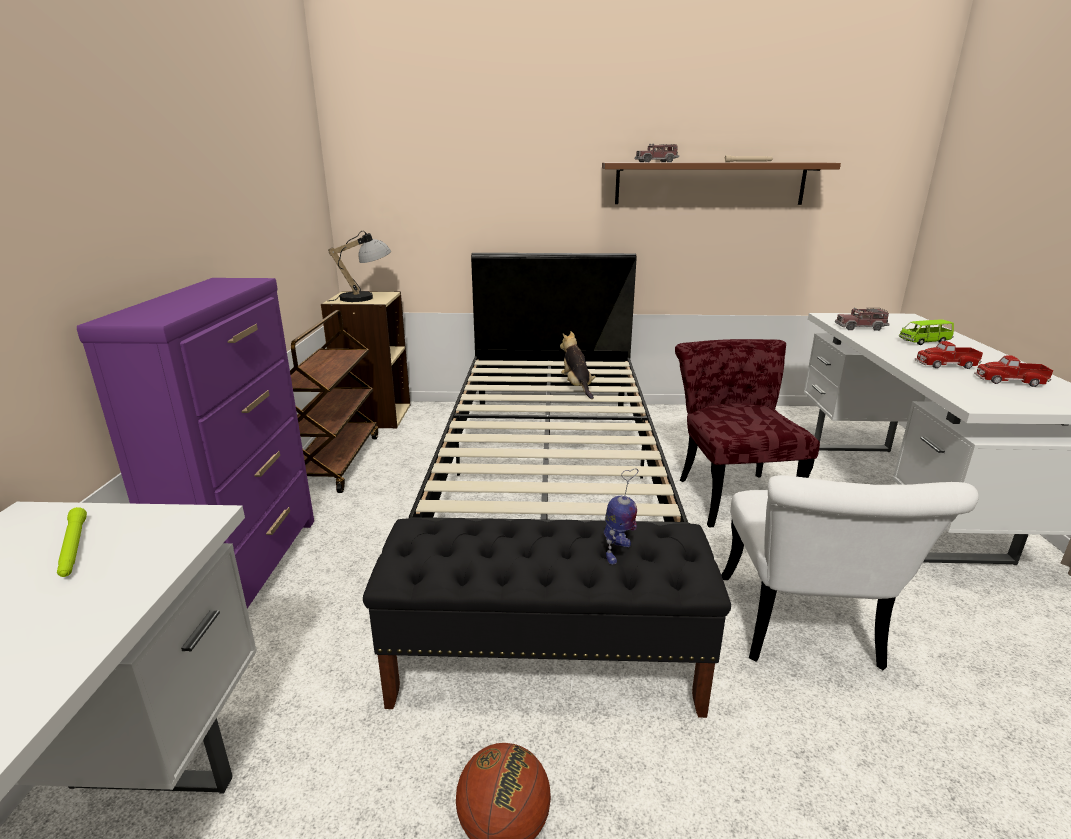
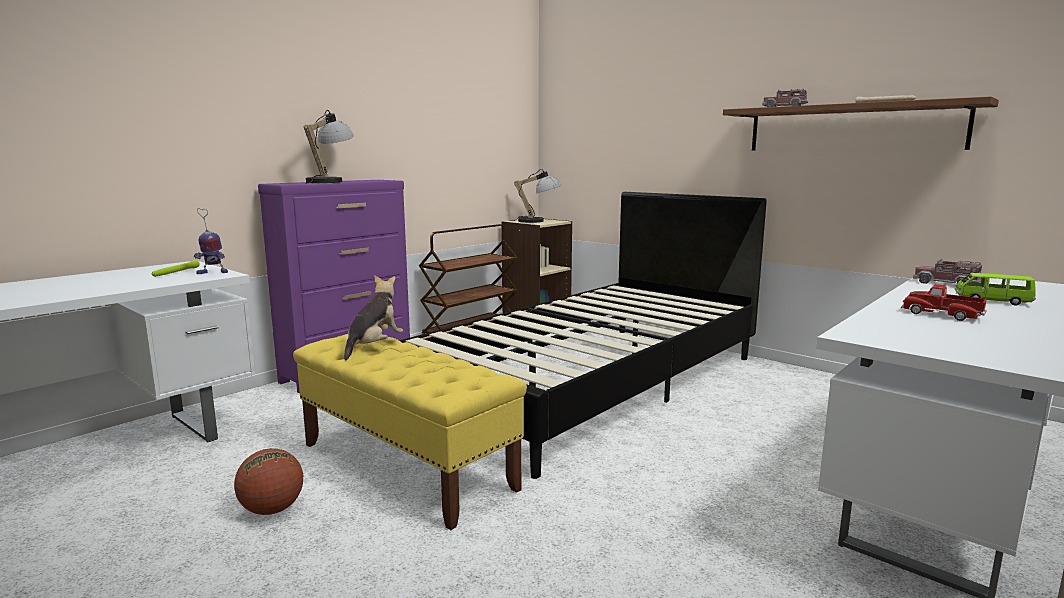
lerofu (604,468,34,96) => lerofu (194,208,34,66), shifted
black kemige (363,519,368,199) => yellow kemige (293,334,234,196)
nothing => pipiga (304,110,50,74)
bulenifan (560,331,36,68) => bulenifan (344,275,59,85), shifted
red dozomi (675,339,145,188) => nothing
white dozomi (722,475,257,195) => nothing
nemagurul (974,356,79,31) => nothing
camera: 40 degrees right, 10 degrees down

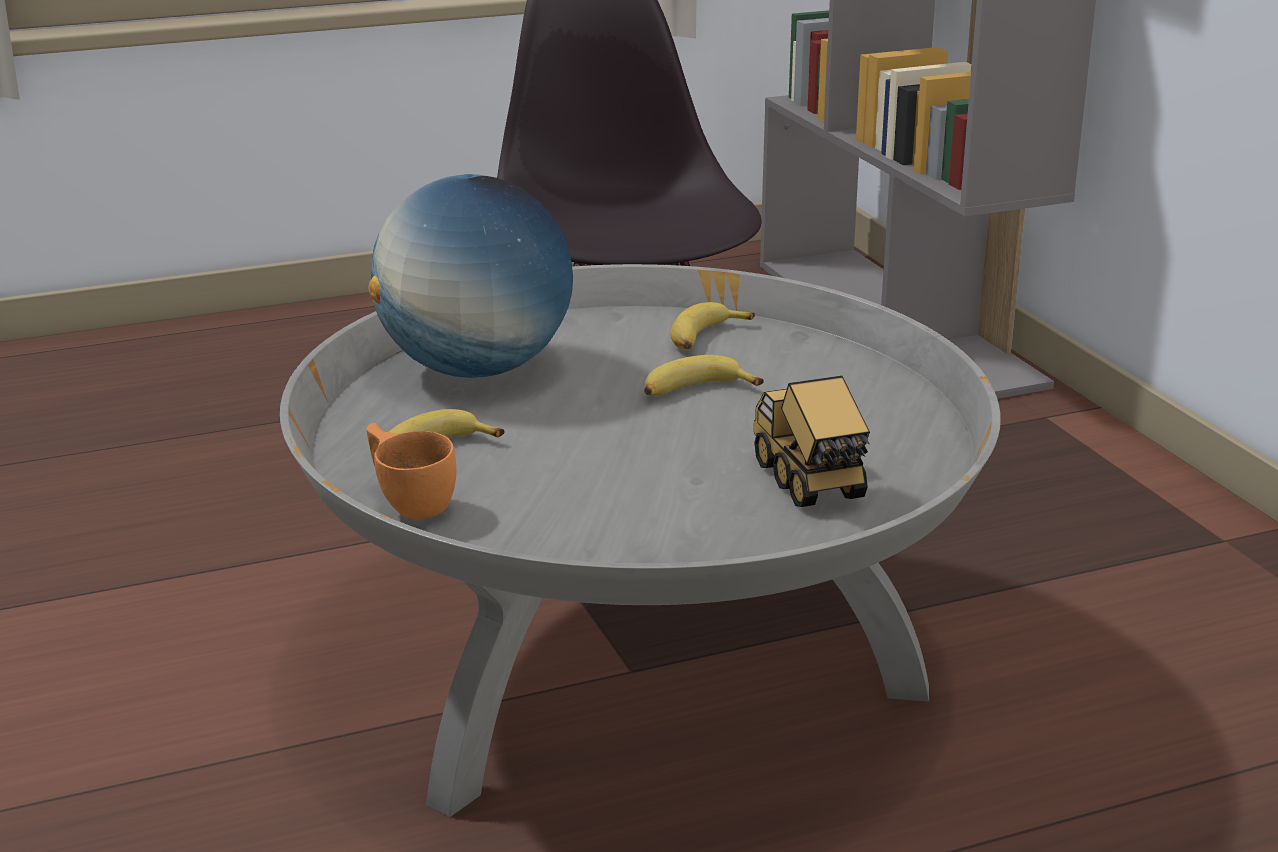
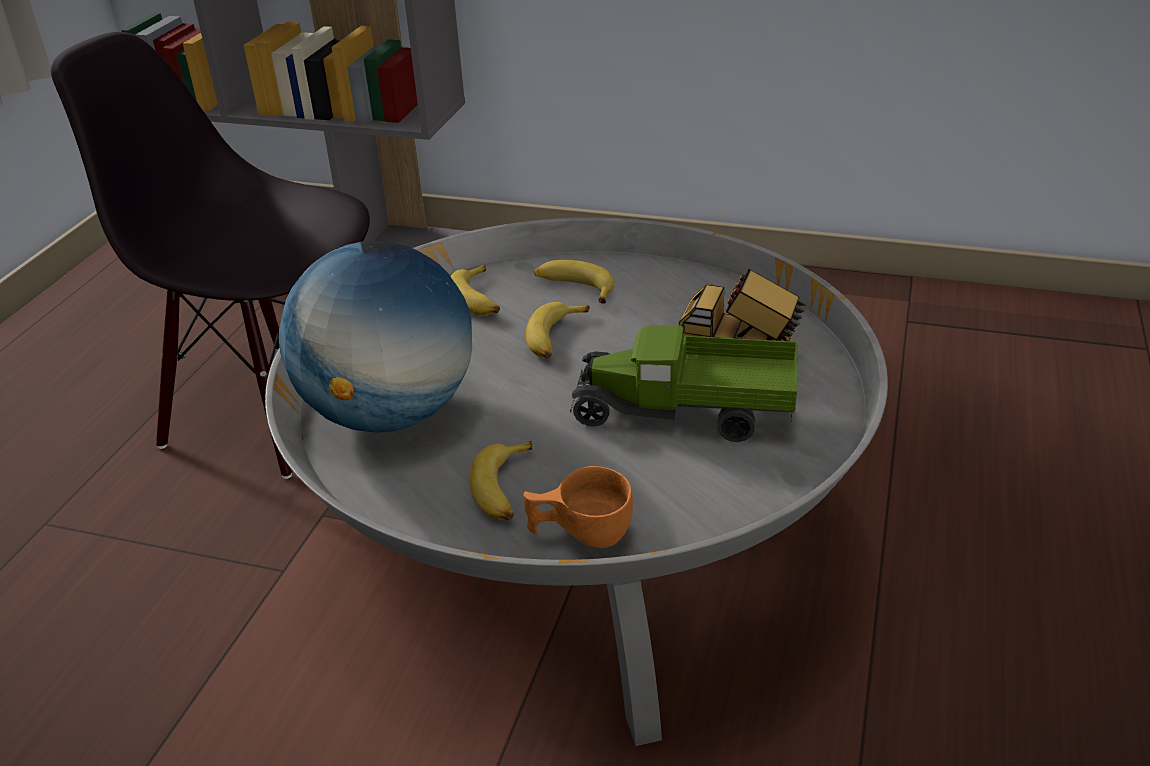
nothing => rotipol (534,260,81,44)
nothing => nemagurul (570,325,228,117)
camera: 50 degrees left, 10 degrees up

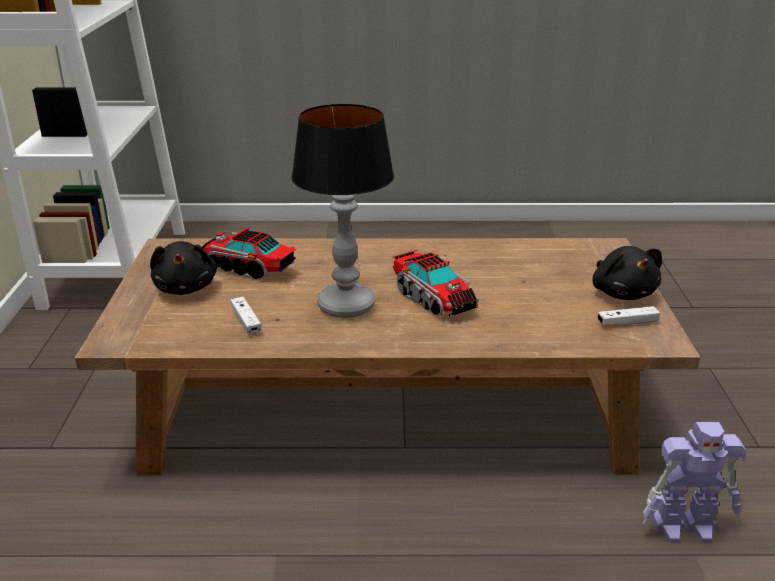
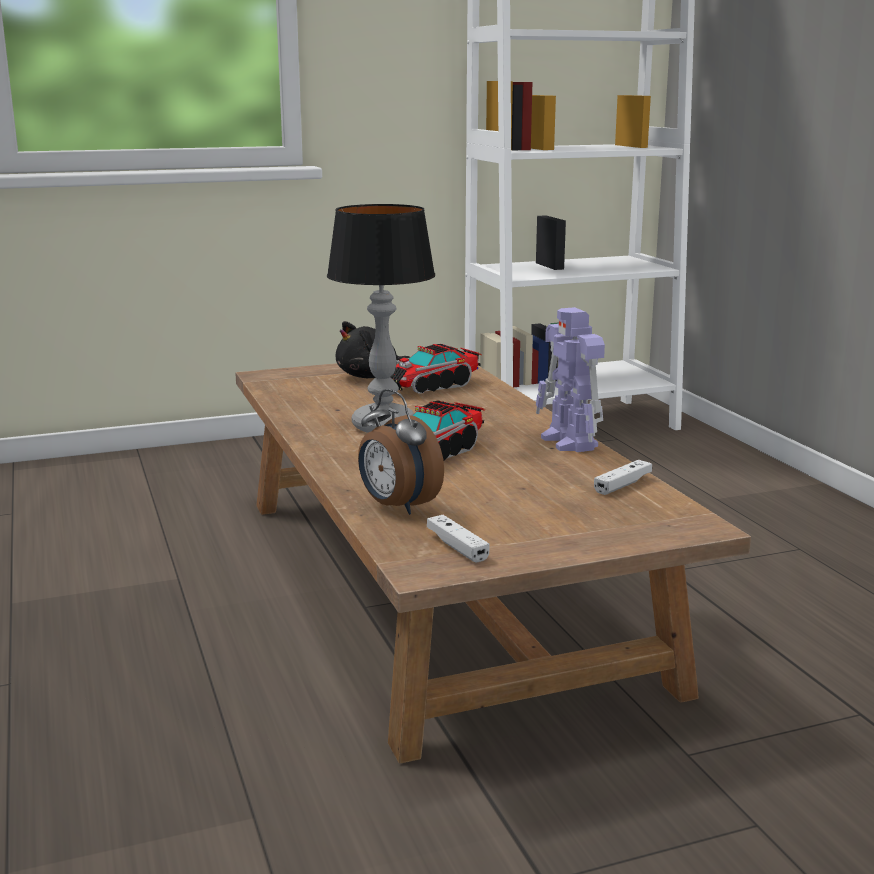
nothing => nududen (358,389,86,126)
nemagurul (202,228,94,52) => nemagurul (391,344,91,50), 135 degrees counterclockwise
lerofu (643,422,104,120) => lerofu (536,307,69,145), shifted
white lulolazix (230,297,31,39) => white lulolazix (594,460,58,35), shifted
black bulenifan (592,246,70,54) => nothing
camera: 70 degrees right, 10 degrees down

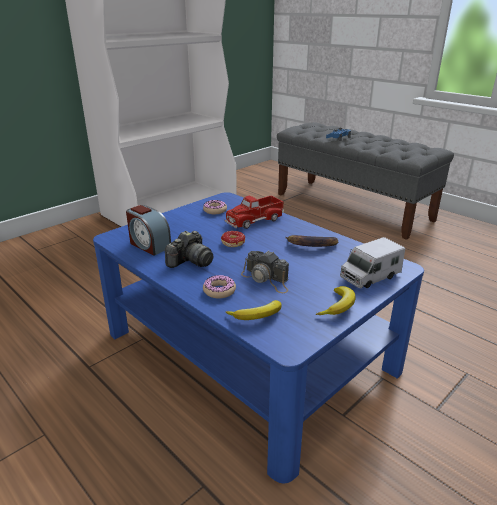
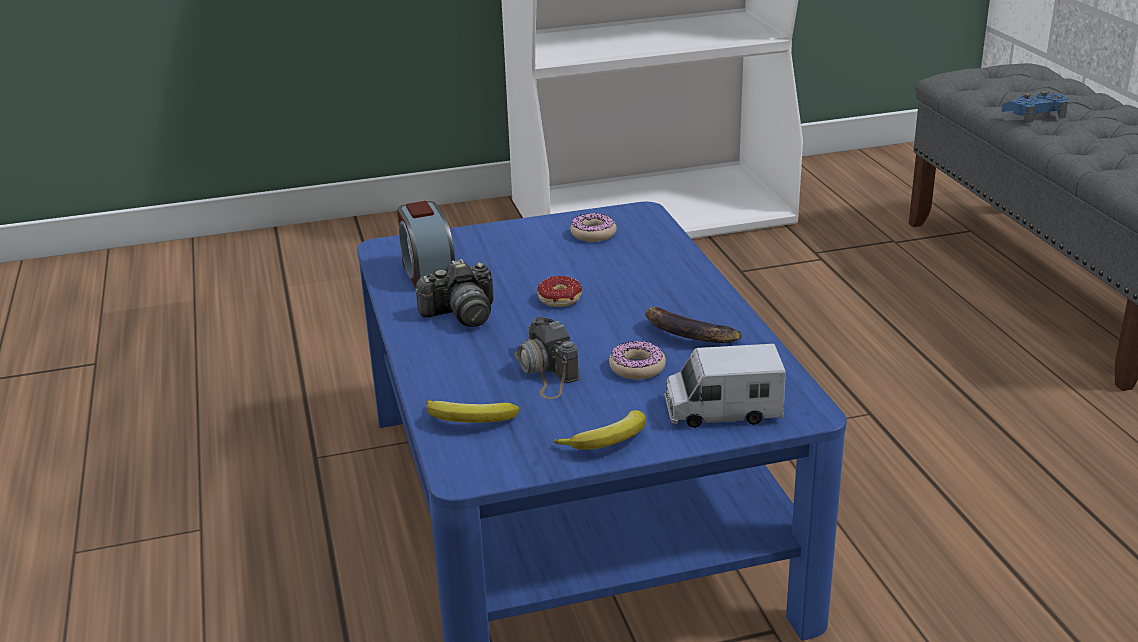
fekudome (203,275,33,24) => fekudome (609,340,57,40), shifted
nemagurul (225,196,59,33) => nothing
camera: 30 degrees right, 0 degrees up

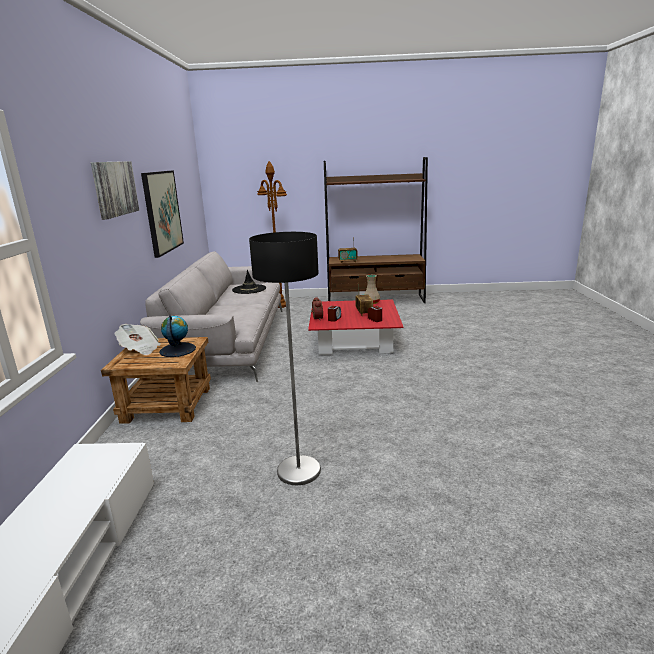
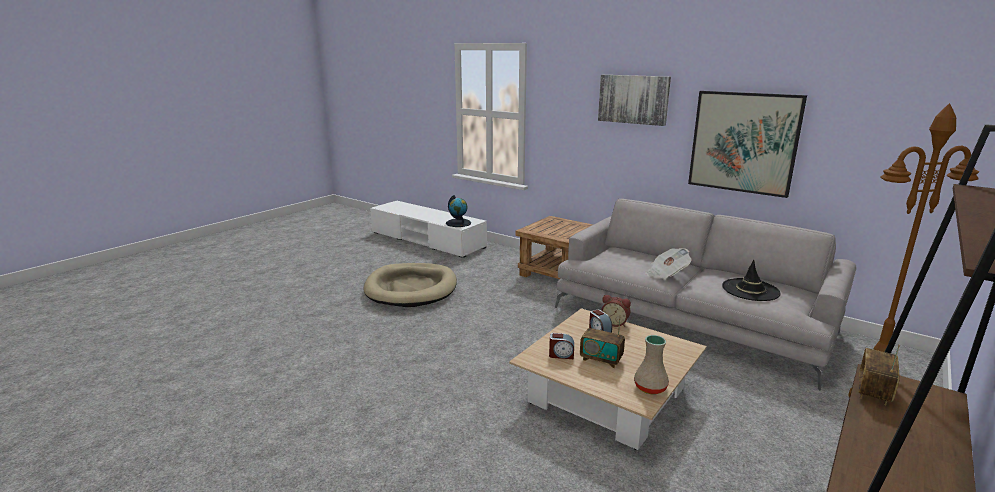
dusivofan (249,232,72,253) => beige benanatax (363,263,94,44)
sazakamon (159,315,37,42) => sazakamon (446,195,25,32), shifted
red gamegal (308,299,96,56) => beige gamegal (509,308,198,142)
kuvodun (115,324,46,31) => kuvodun (645,248,47,31), shifted
camera: 125 degrees right, 0 degrees up

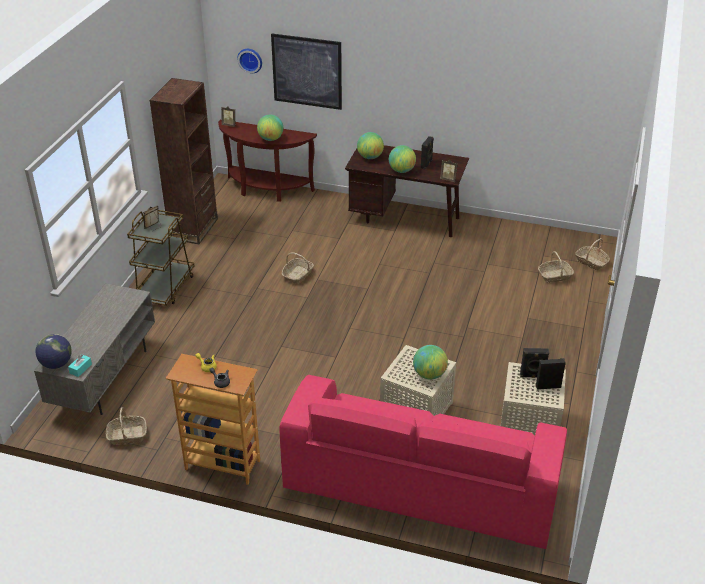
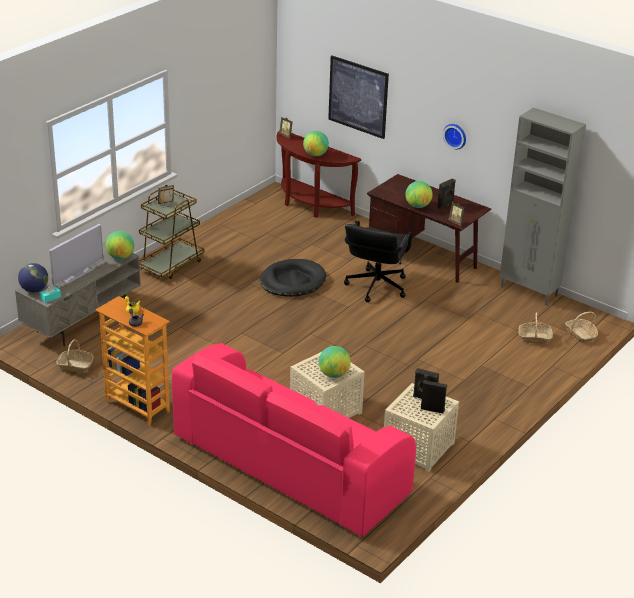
nothing => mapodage (49,224,54,62)
sazakamon (357,132,27,27) => sazakamon (105,231,29,28), shifted
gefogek (282,252,32,32) => black benanatax (260,259,66,38)
nothing => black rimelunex (344,221,68,81)
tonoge (237,49,25,24) => tonoge (443,124,23,26), shifted
nothing => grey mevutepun (500,108,86,198)
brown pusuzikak (149,78,69,166) => nothing
camera: 20 degrees right, 5 degrees down

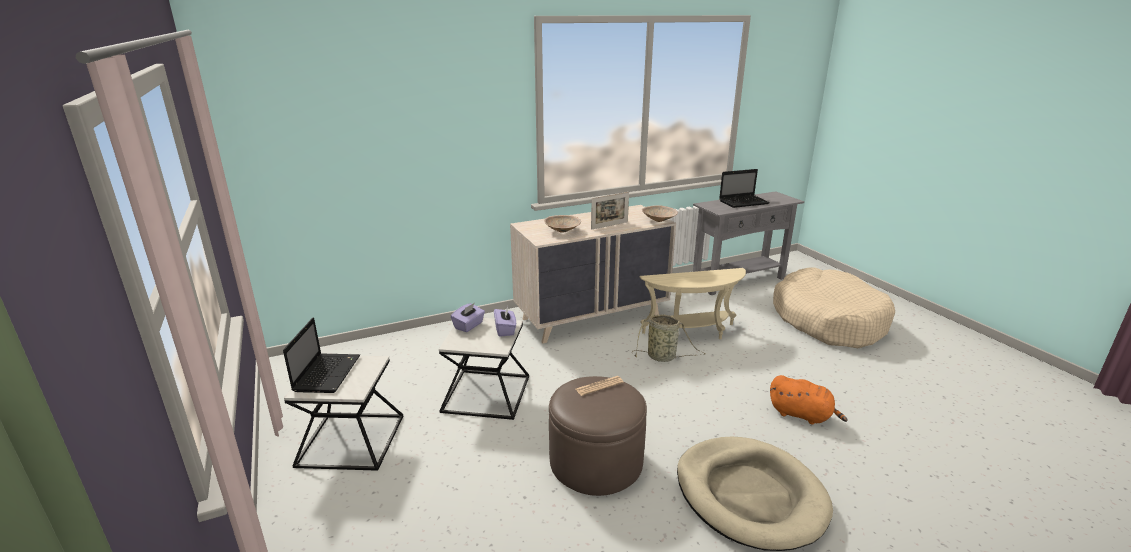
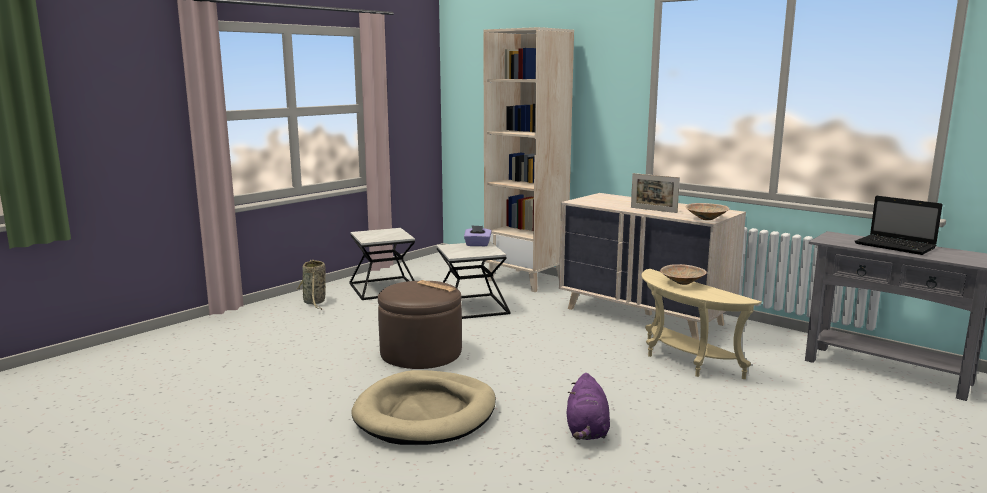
gefogek (632,314,74,48) => gefogek (297,259,29,51), shifted
nothing => beige pusuzikak (483,27,91,265)
orange bulenifan (770,375,78,50) => purple bulenifan (566,373,44,67)
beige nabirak (544,215,37,17) => beige nabirak (660,264,47,21), shifted
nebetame (283,318,77,75) => nothing
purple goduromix (494,306,22,31) => nothing
beige benanatax (773,268,122,80) => nothing
camera: 65 degrees right, 10 degrees down

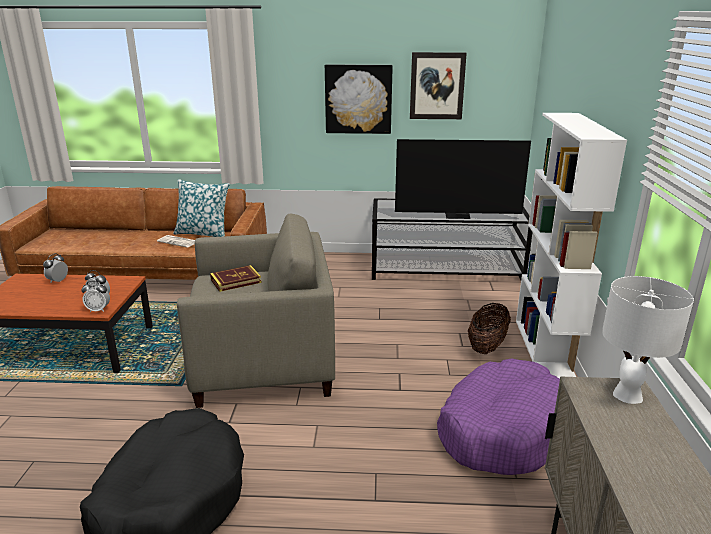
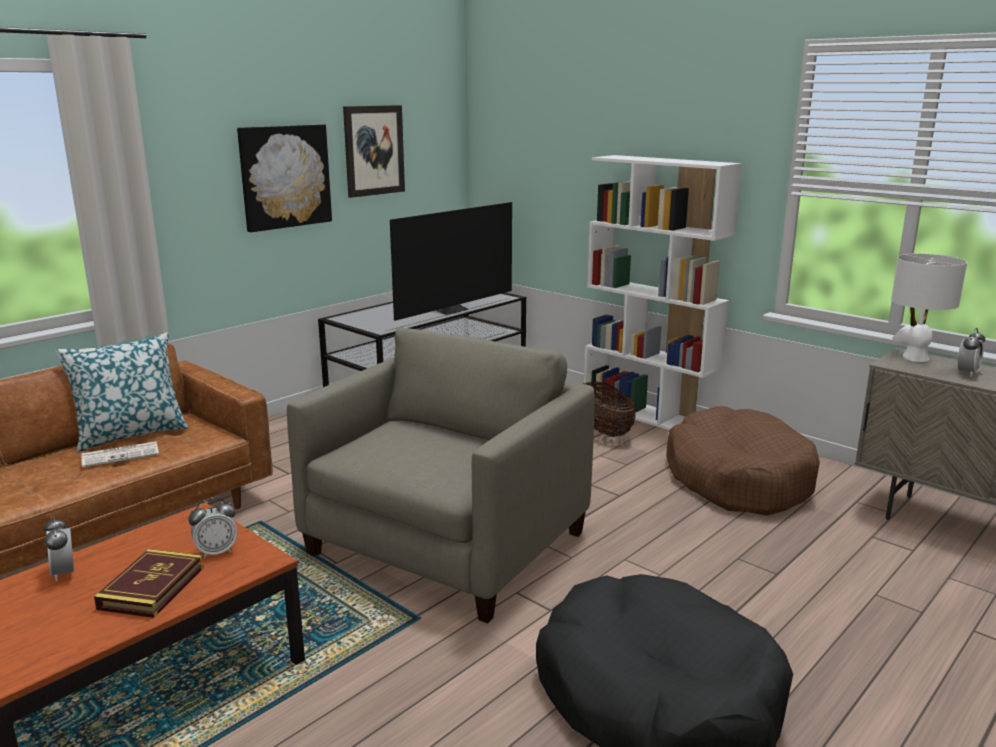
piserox (210,265,52,27) => piserox (94,549,110,69), shifted
purple benanatax (437,359,123,116) => brown benanatax (666,406,154,110)
nududen (82,281,28,31) => nududen (958,328,27,49), shifted
camera: 50 degrees left, 5 degrees down

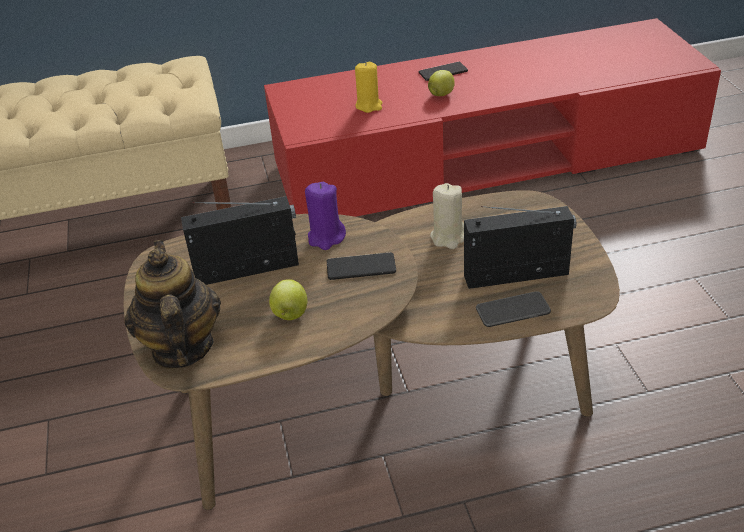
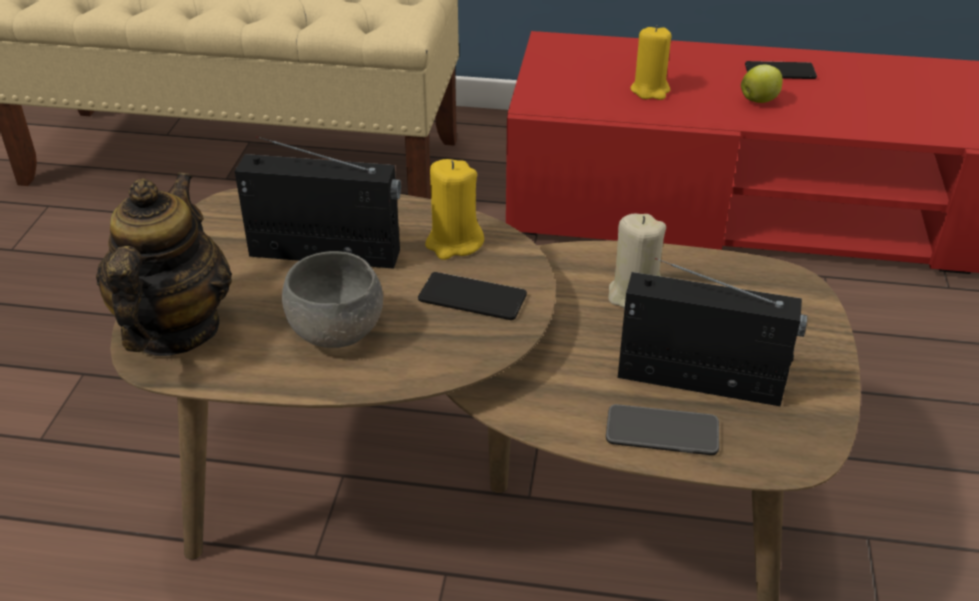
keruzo (269,279,38,41) => grey nabirak (282,251,101,97)
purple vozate (305,182,41,68) => yellow vozate (425,159,59,101)
camera: 20 degrees right, 0 degrees up

